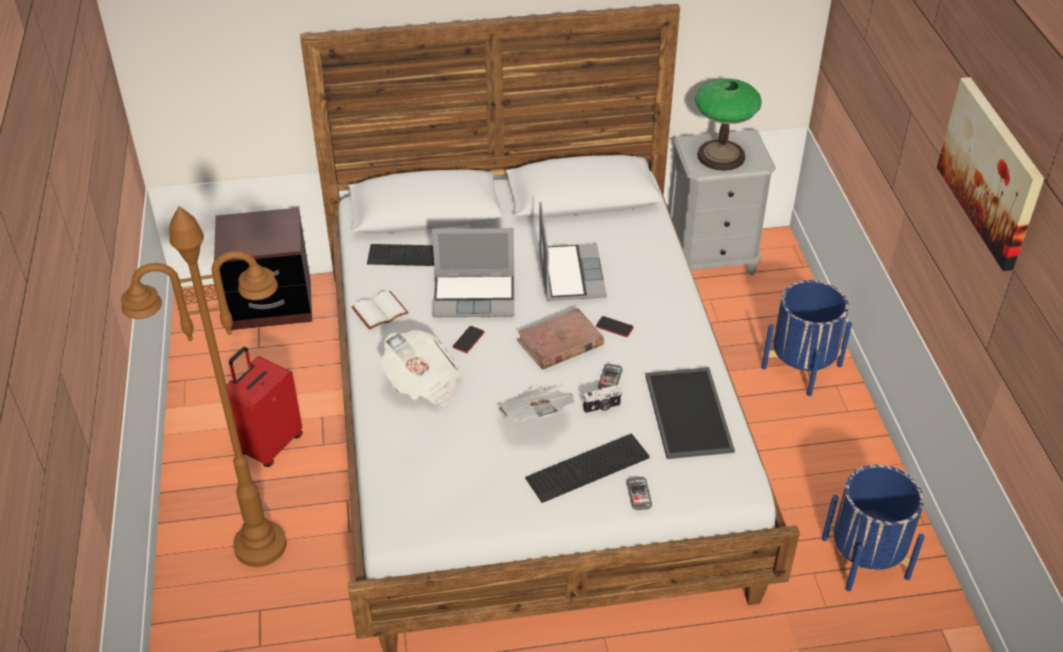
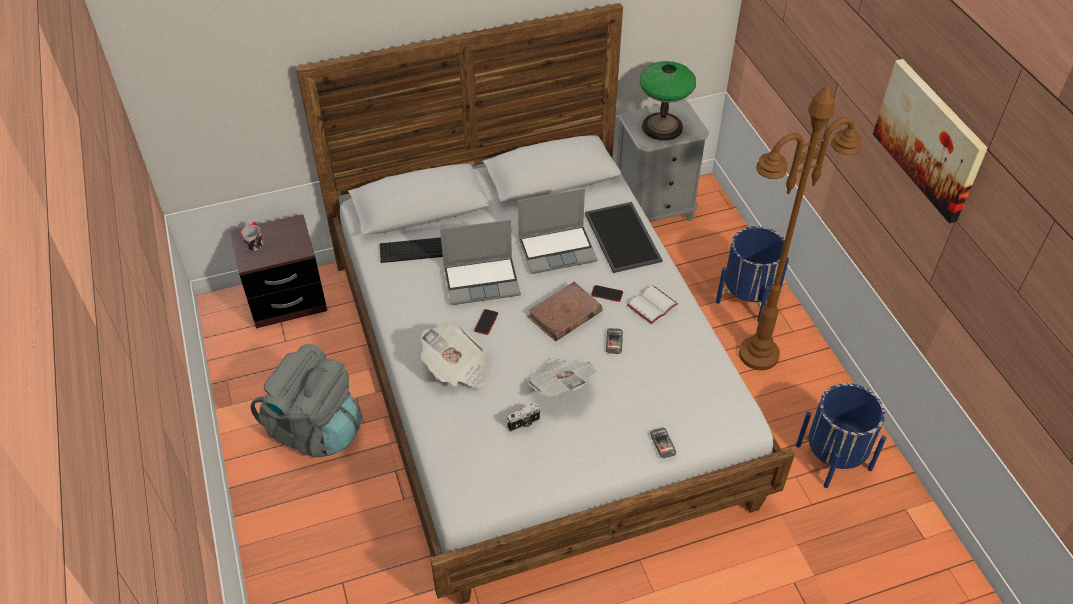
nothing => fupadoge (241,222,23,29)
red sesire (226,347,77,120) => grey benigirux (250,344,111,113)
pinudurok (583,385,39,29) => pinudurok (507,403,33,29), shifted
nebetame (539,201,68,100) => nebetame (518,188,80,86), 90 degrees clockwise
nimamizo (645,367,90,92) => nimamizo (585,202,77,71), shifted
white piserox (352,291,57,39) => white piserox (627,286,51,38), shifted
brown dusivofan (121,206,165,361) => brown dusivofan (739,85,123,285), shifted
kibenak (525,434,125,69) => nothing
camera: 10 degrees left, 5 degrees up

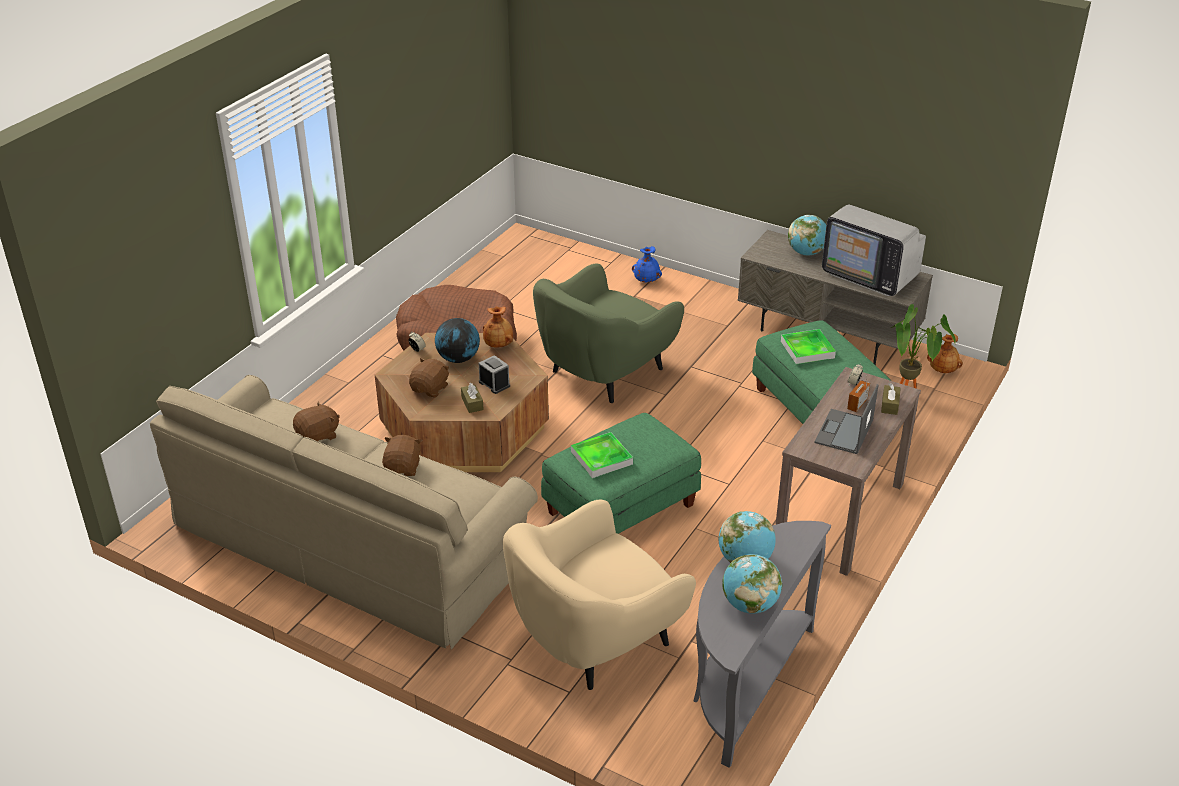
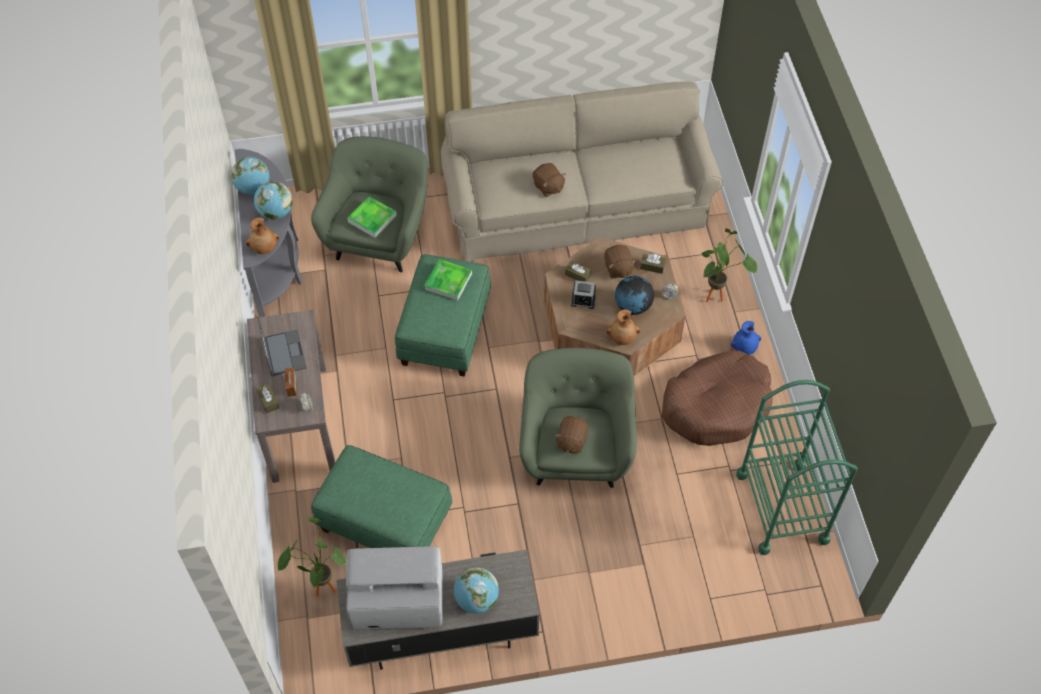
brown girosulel (927,334,36,39) => brown girosulel (246,217,33,37), shifted
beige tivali (503,499,193,191) => green tivali (311,136,117,136)
nimamizo (781,329,55,35) => nimamizo (348,196,49,42), shifted
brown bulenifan (293,402,47,40) => brown bulenifan (555,416,33,38), shifted
nothing => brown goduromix (640,254,26,20)
nothing => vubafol (702,228,56,75)
blue girosulel (632,246,30,37) => blue girosulel (730,321,31,34), shifted
nothing => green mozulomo (736,380,122,175)
camera: 140 degrees right, 20 degrees up

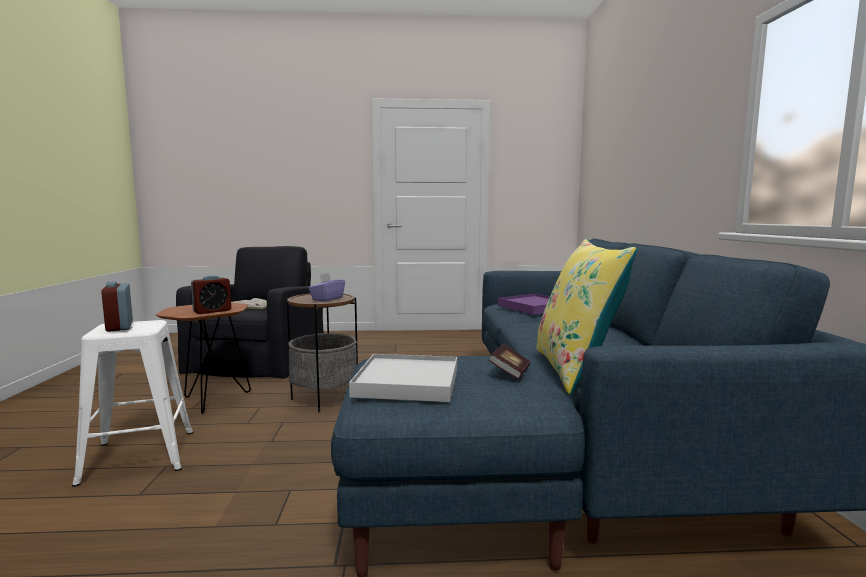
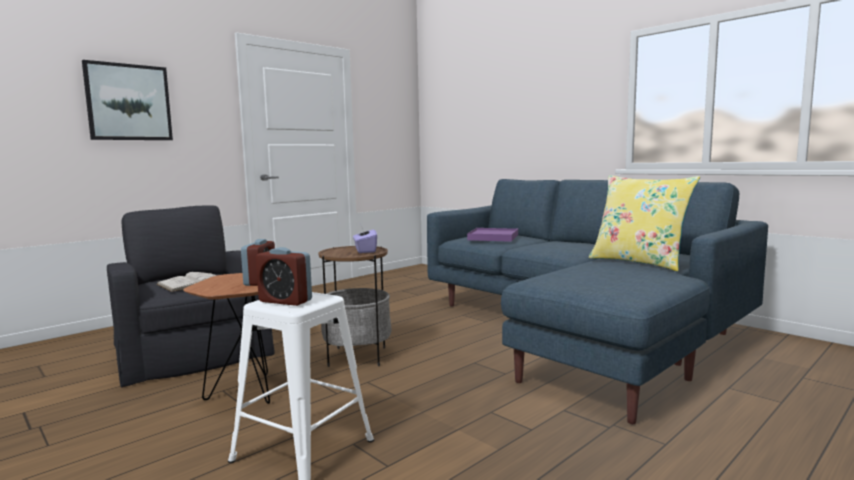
nothing => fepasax (82,60,91,80)
white nimamizo (349,354,108,48) => nothing
piserox (489,344,41,35) => nothing
camera: 40 degrees left, 0 degrees up

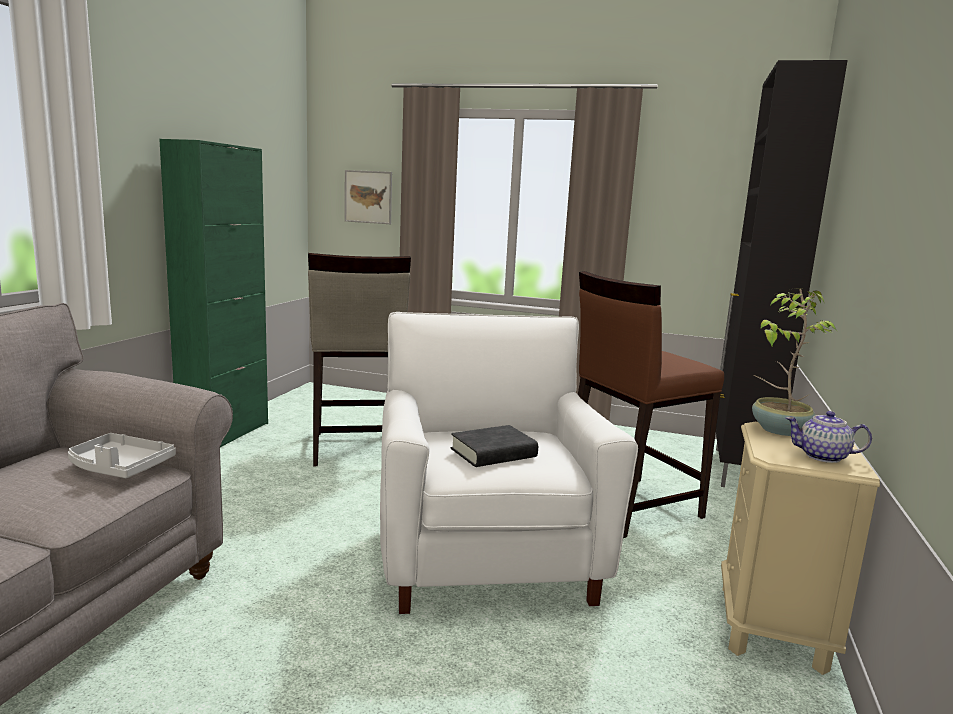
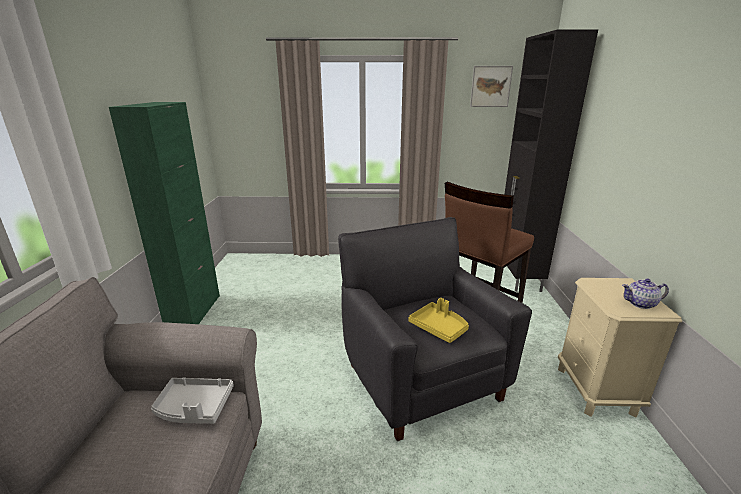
white tivali (380,312,258,302) => black tivali (338,217,194,224)
black piserox (451,425,87,42) => yellow nimamizo (409,298,60,45)
fepasax (344,170,48,54) => fepasax (470,66,43,41), shifted
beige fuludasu (308,253,103,213) => nothing
vubafol (752,288,85,148) => nothing
camera: 15 degrees left, 10 degrees up

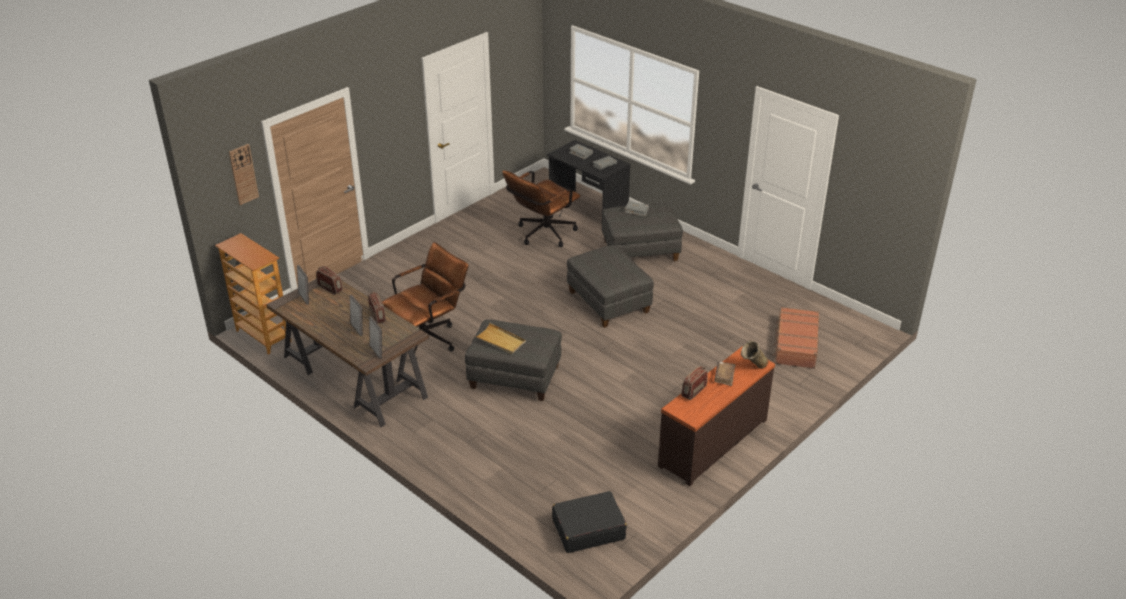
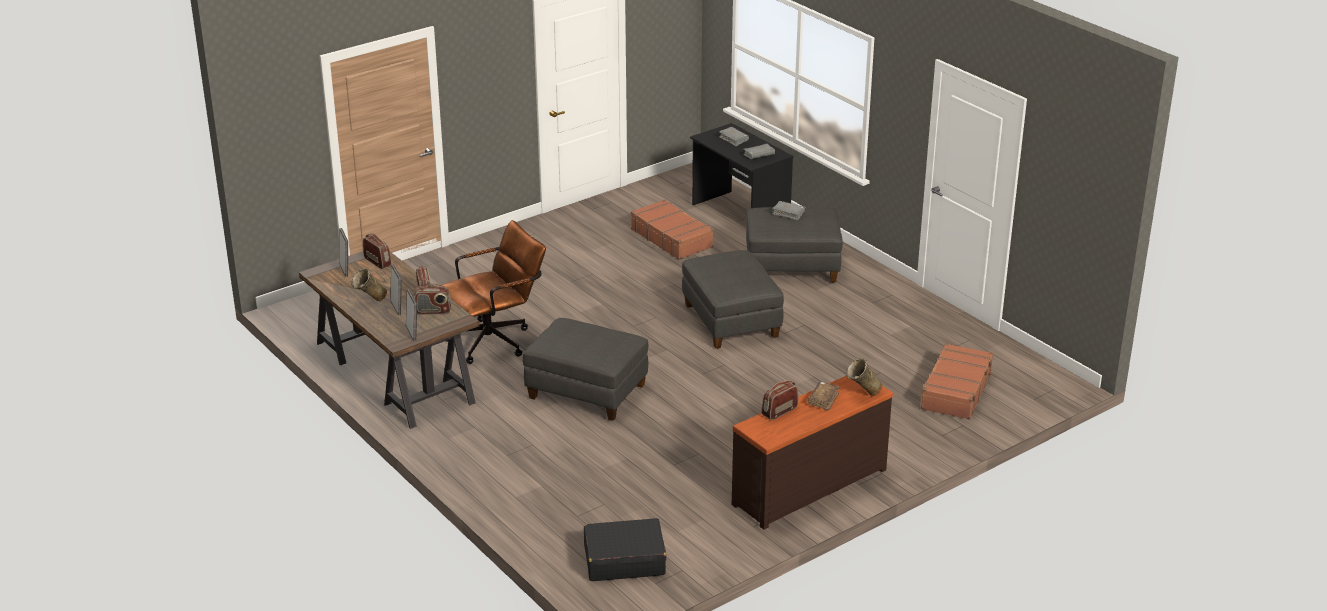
nothing => beige girosulel (351,268,36,33)
nothing => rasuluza (413,284,38,31)
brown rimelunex (502,170,78,77) => brown sesire (631,199,82,61)
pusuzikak (215,233,76,122) => nothing
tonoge (229,144,30,61) => nothing
beige nimamizo (474,323,52,31) => nothing
camera: 10 degrees right, 5 degrees down

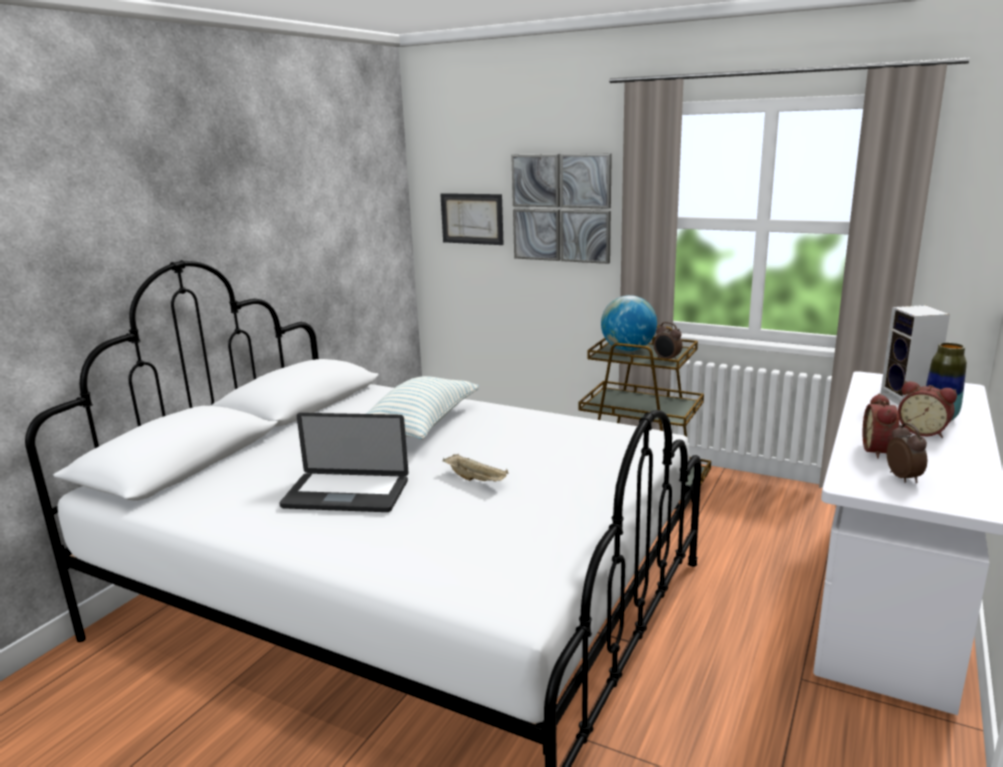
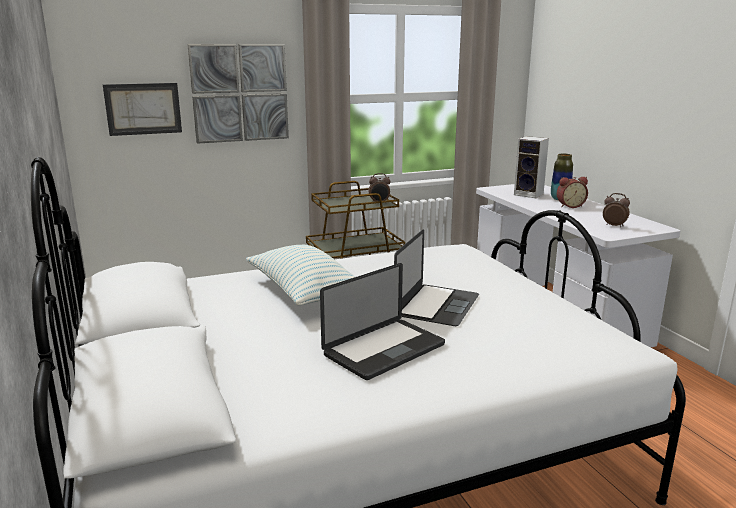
beige nimamizo (443,454,66,28) => nebetame (394,229,85,97)
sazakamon (601,295,56,56) => nothing
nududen (863,393,36,66) => nothing
camera: 50 degrees left, 0 degrees up

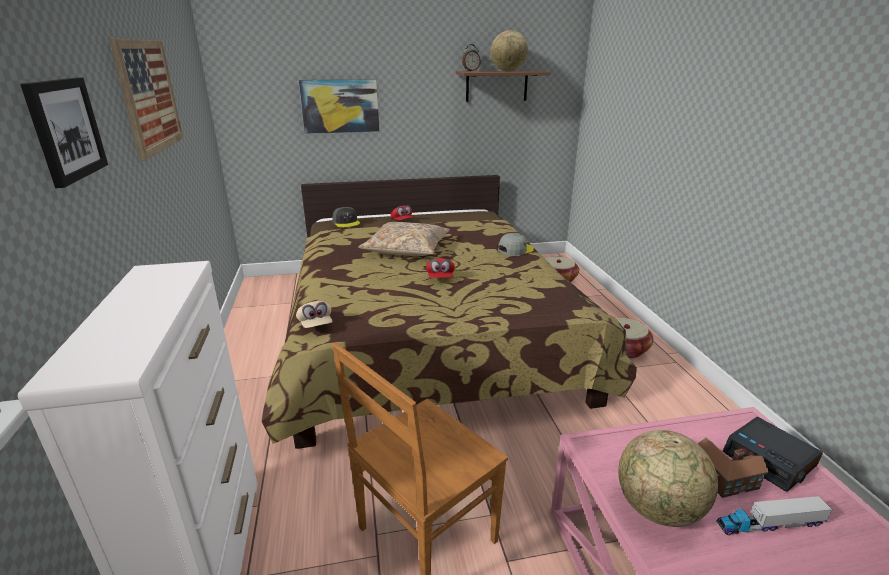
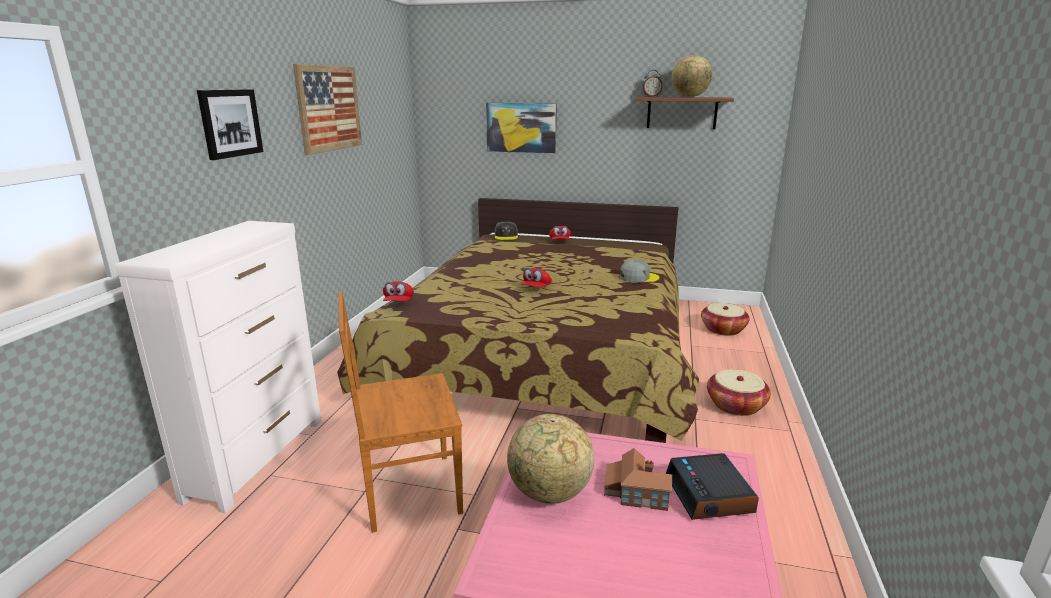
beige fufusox (296,301,36,27) => red fufusox (383,281,31,20)
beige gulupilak (359,222,91,34) => nothing
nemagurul (717,496,115,39) => nothing
camera: 25 degrees right, 5 degrees down

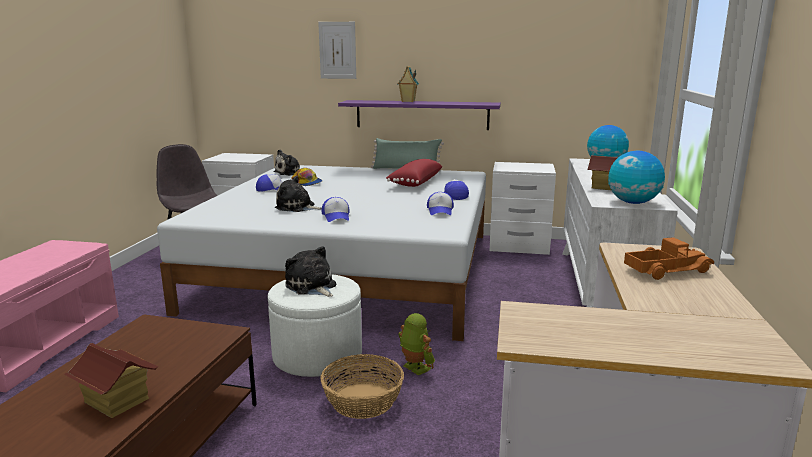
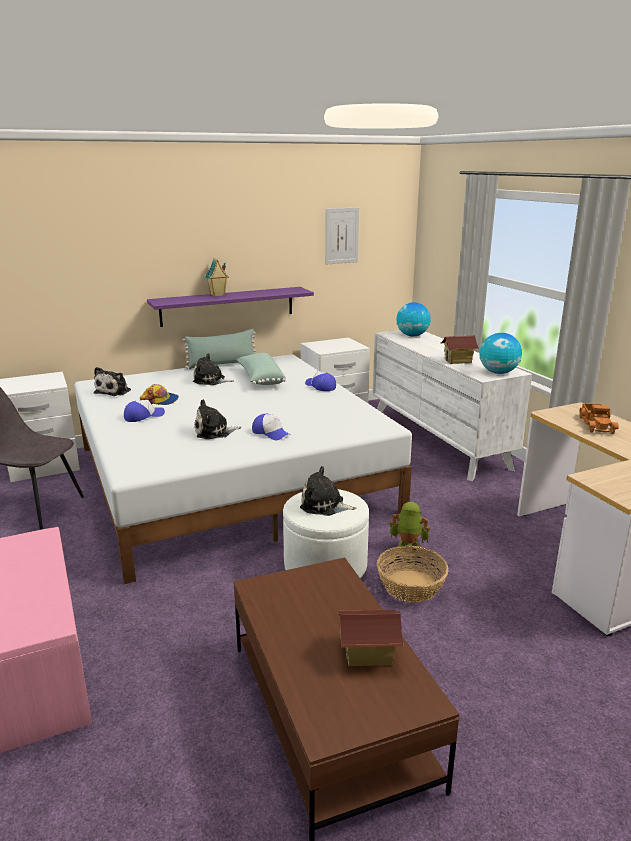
nothing => bulenifan (193,353,40,32)
red gulupilak (386,159,56,28) => green gulupilak (236,353,50,32)
fepasax (318,22,38,57) => fepasax (325,207,34,57), shifted
nemagurul (624,237,90,43) => nemagurul (579,403,40,31), 150 degrees clockwise
fufusox (427,192,27,23) => nothing
camera: 35 degrees left, 5 degrees up

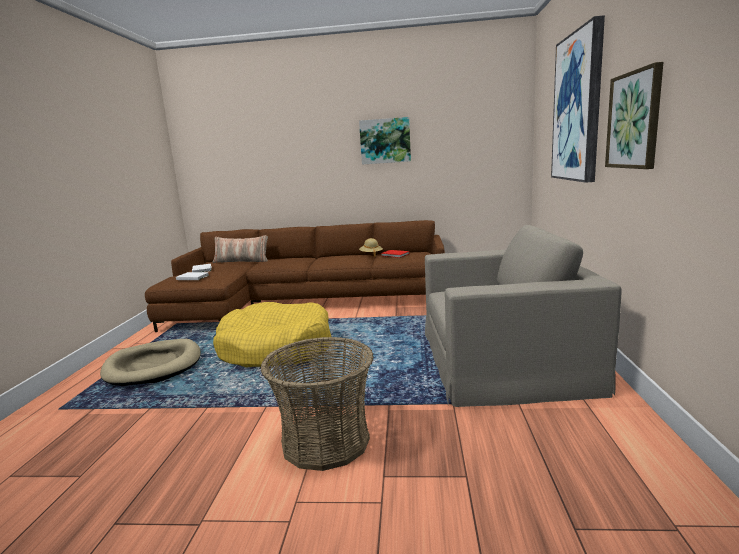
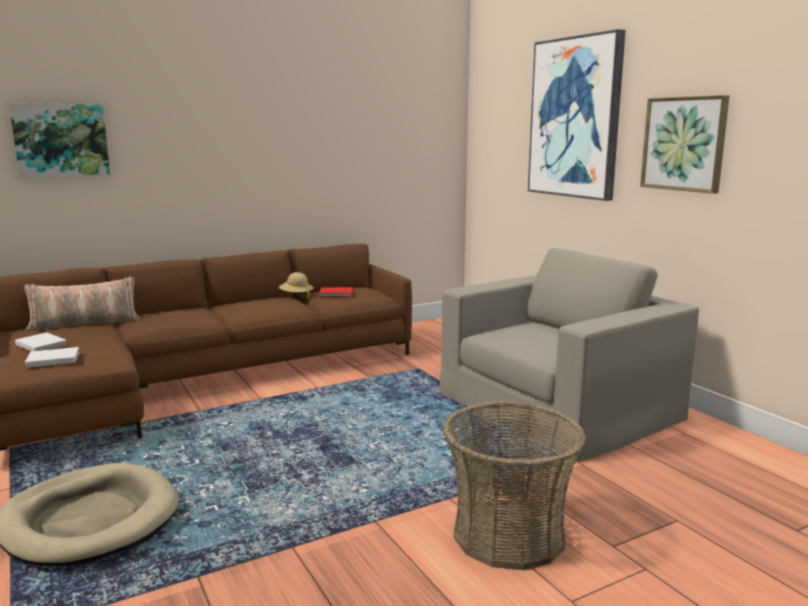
fepasax (359,117,52,47) => fepasax (9,103,101,75), shifted
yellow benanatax (213,302,119,66) => nothing
camera: 35 degrees left, 0 degrees up

